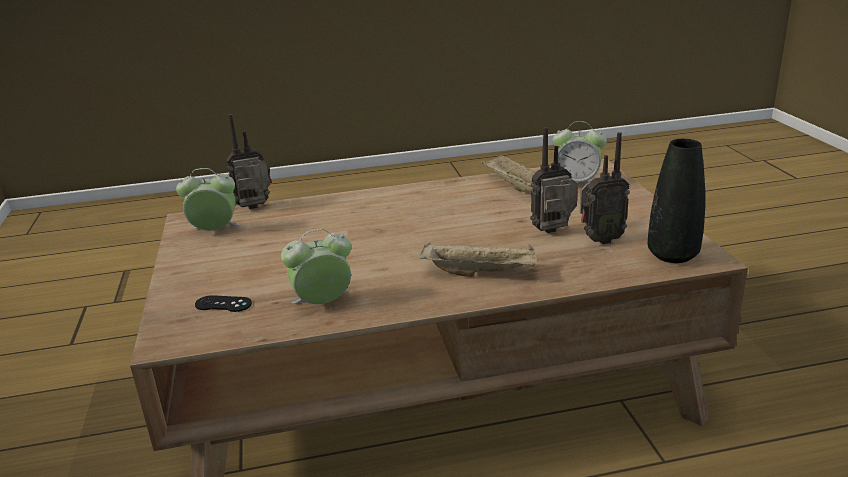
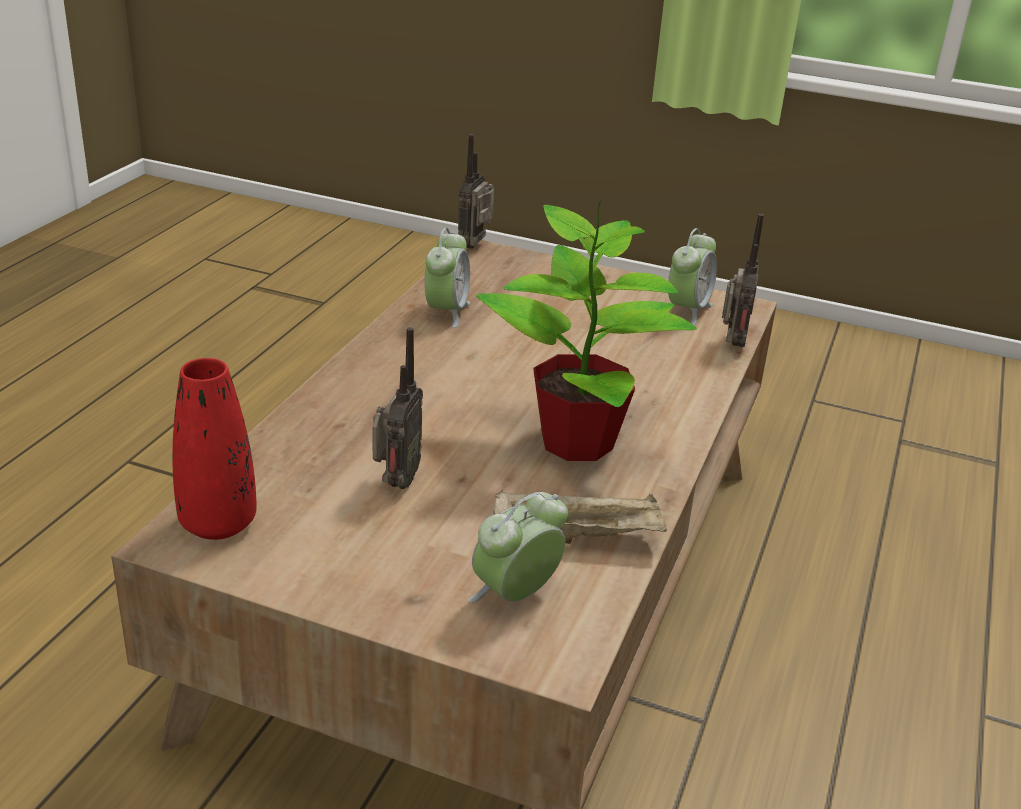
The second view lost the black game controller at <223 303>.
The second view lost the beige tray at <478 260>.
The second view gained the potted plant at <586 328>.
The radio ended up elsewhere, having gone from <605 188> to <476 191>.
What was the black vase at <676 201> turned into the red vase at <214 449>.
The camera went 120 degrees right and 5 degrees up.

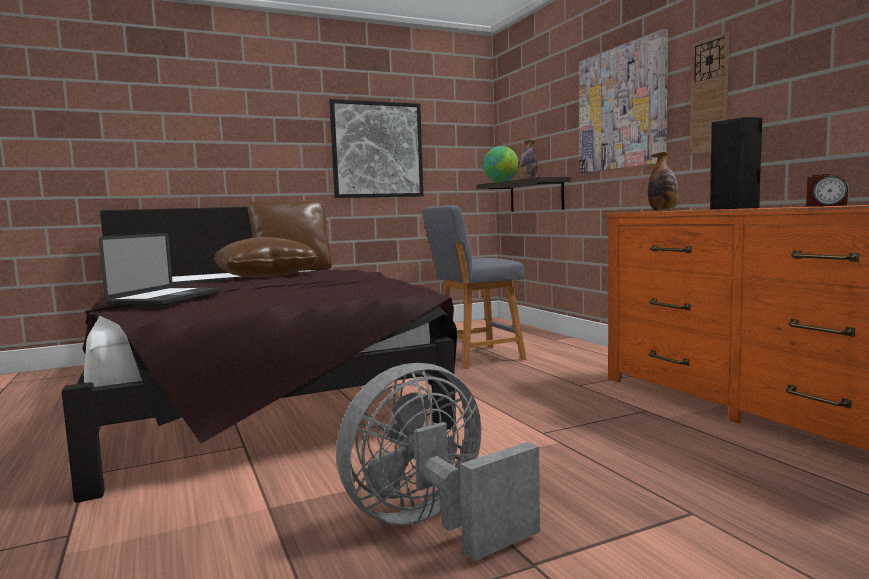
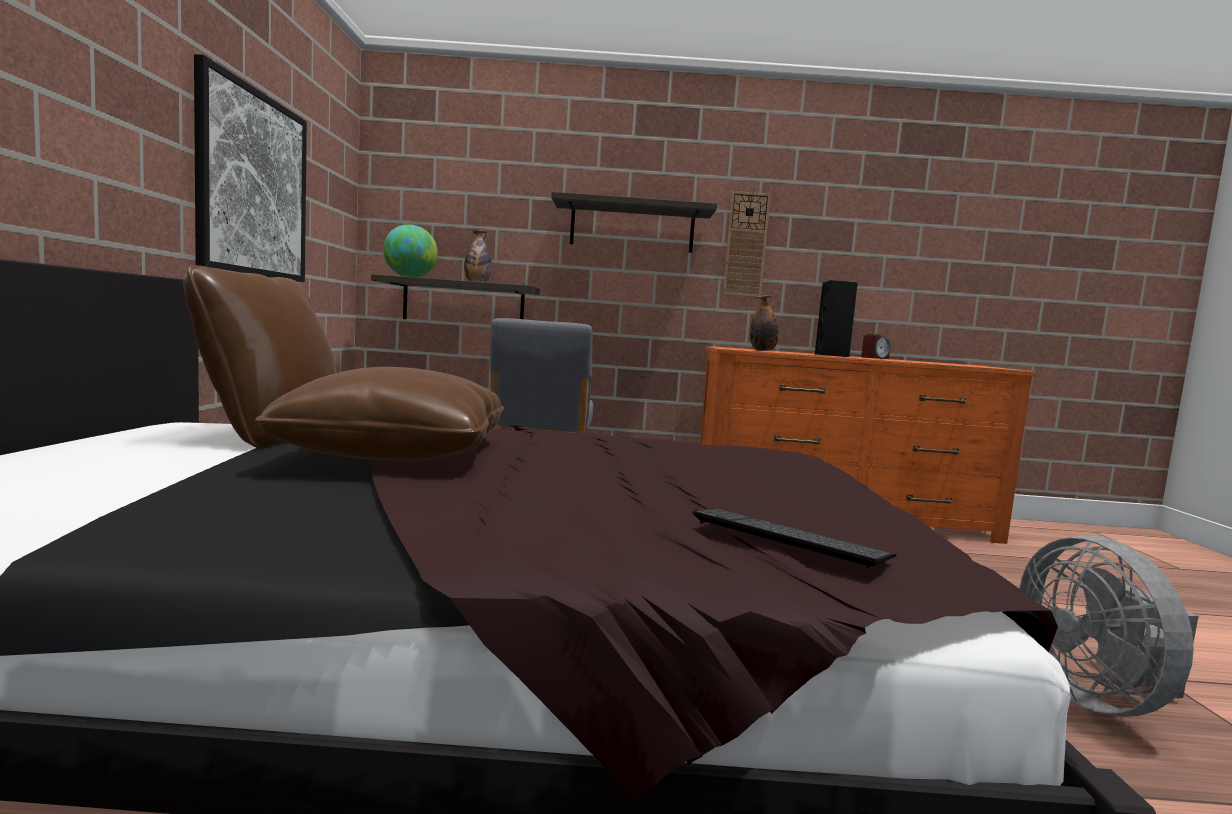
Where the laptop stood at <159 269>, the keyboard came to stand at <795 540>.
Where the picture hung at <623 101>, the shelf came to hang at <634 222>.
The camera went 65 degrees left and 0 degrees up.

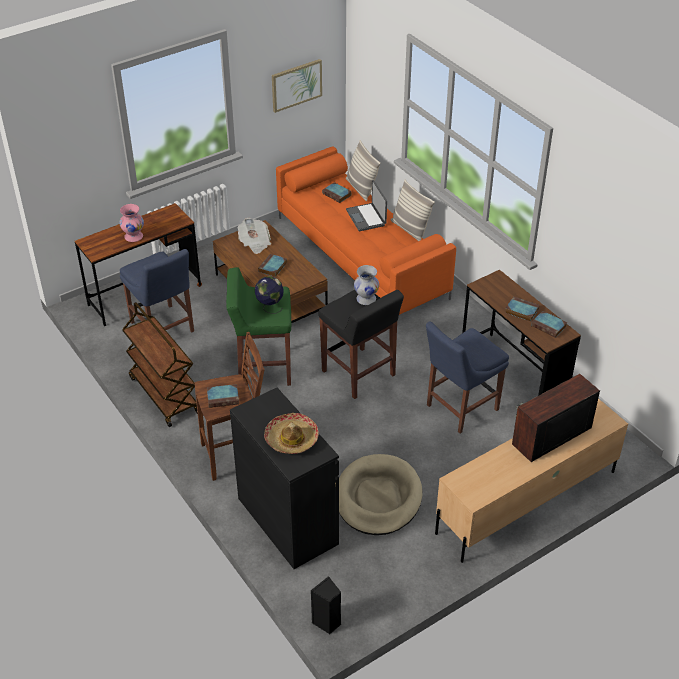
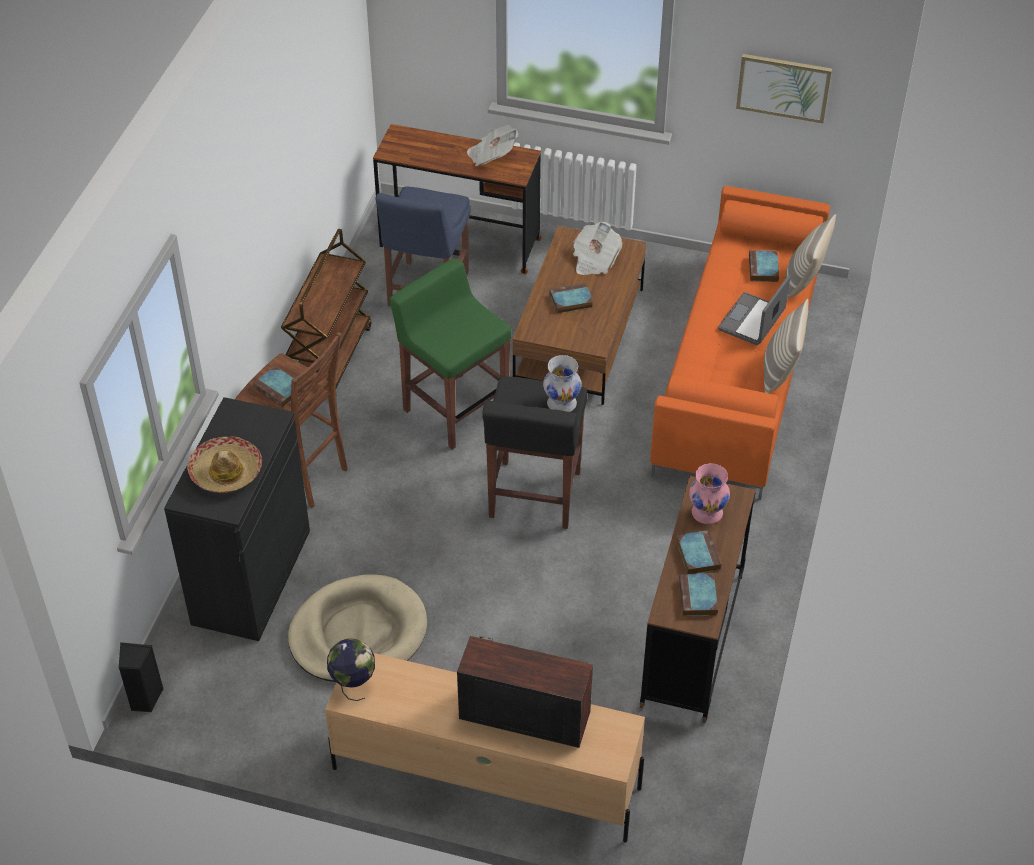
The second view lost the blue chair at <467 377>.
The second view gained the newspaper at <492 145>.
The pink vase ended up elsewhere, having gone from <131 223> to <709 493>.
The globe ended up elsewhere, having gone from <269 294> to <351 669>.
The camera went 50 degrees right and 5 degrees up.

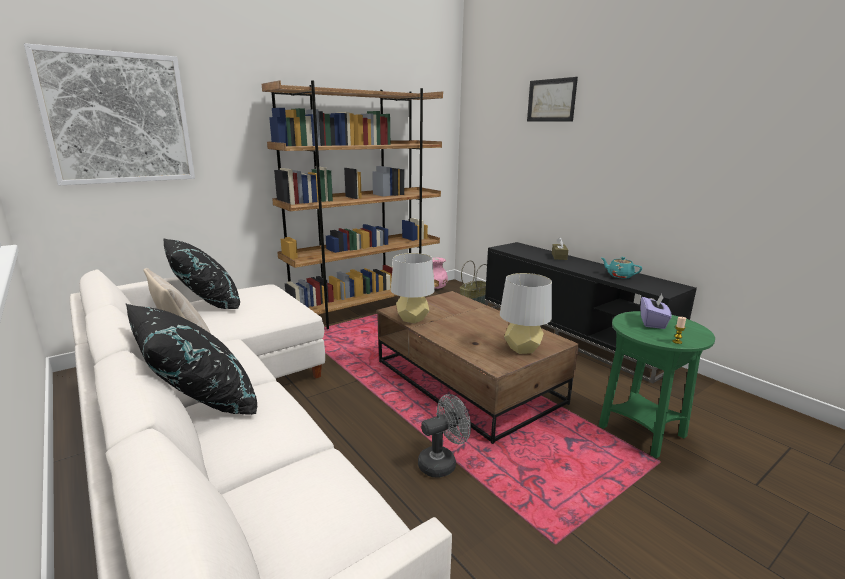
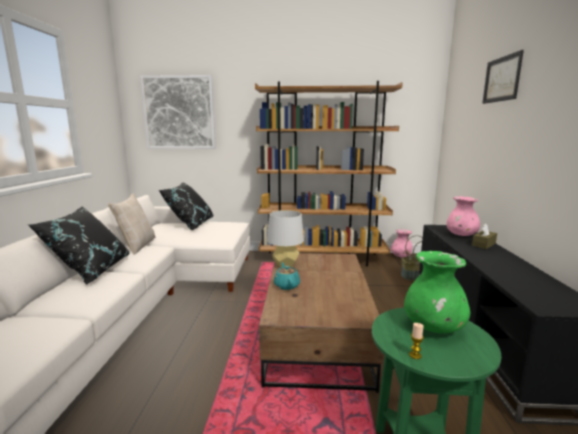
The second view lost the grey fan at <444 435>.
The second view lost the grey table lamp at <526 313>.
The second view gained the pink vase at <463 216>.
The turquoise teapot ended up elsewhere, having gone from <621 268> to <287 276>.
Where the purple tissue box stood at <656 311>, the green vase came to stand at <437 292>.
The camera went 40 degrees right and 5 degrees down.

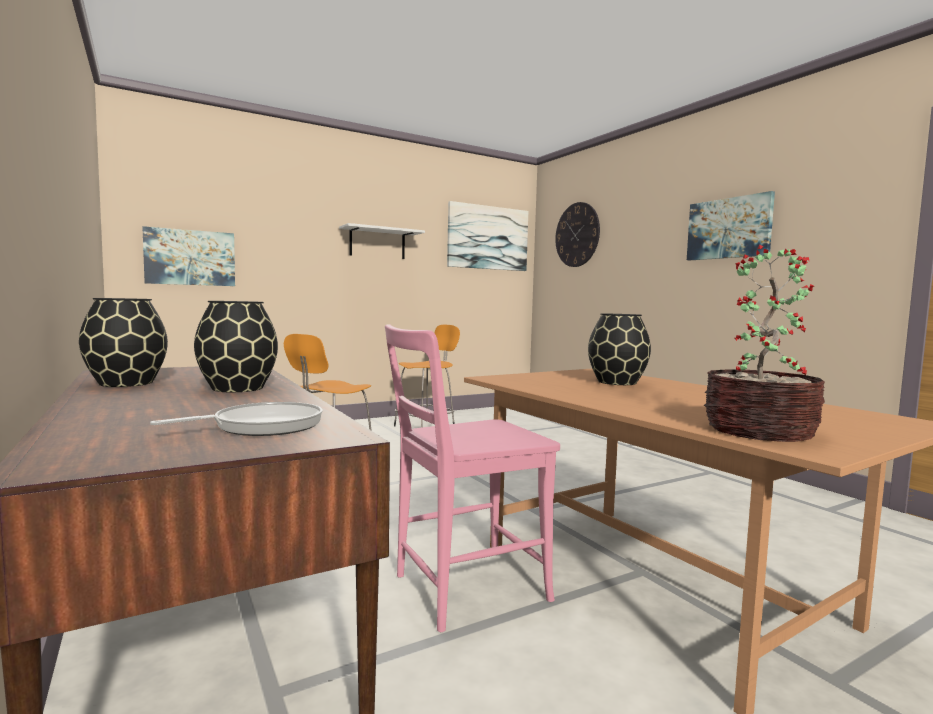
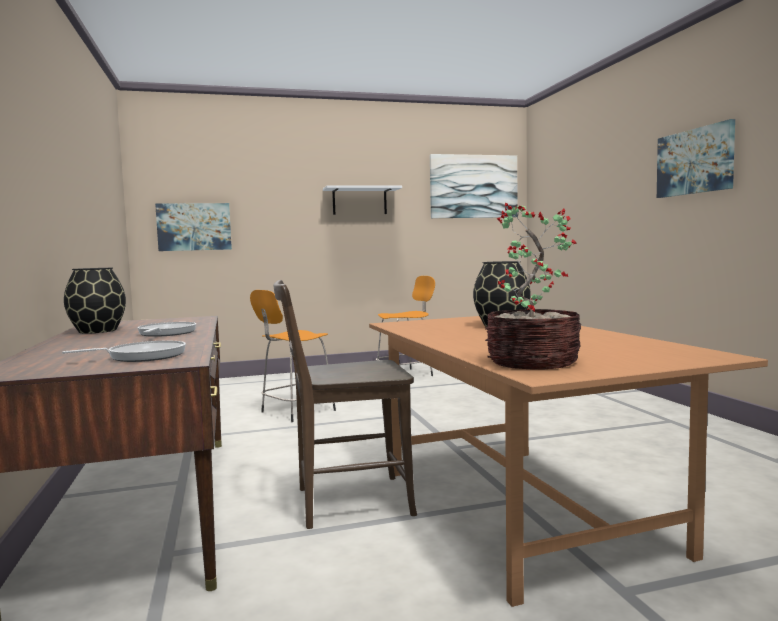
The second view lost the wall clock at <577 234>.
Where the black vase stood at <236 346>, the frying pan came to stand at <166 329>.
What was the pink chair at <472 478> turned into the brown chair at <345 404>.
The camera went 15 degrees right and 0 degrees up.

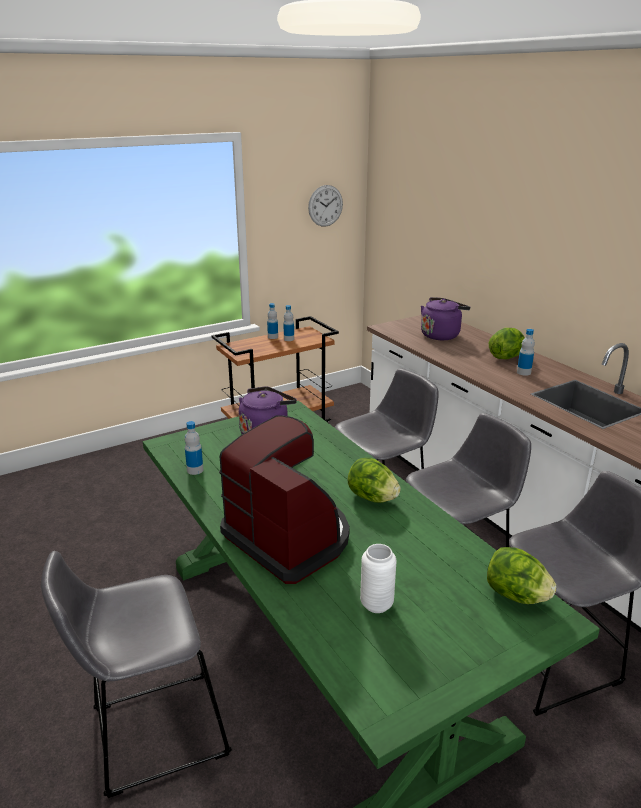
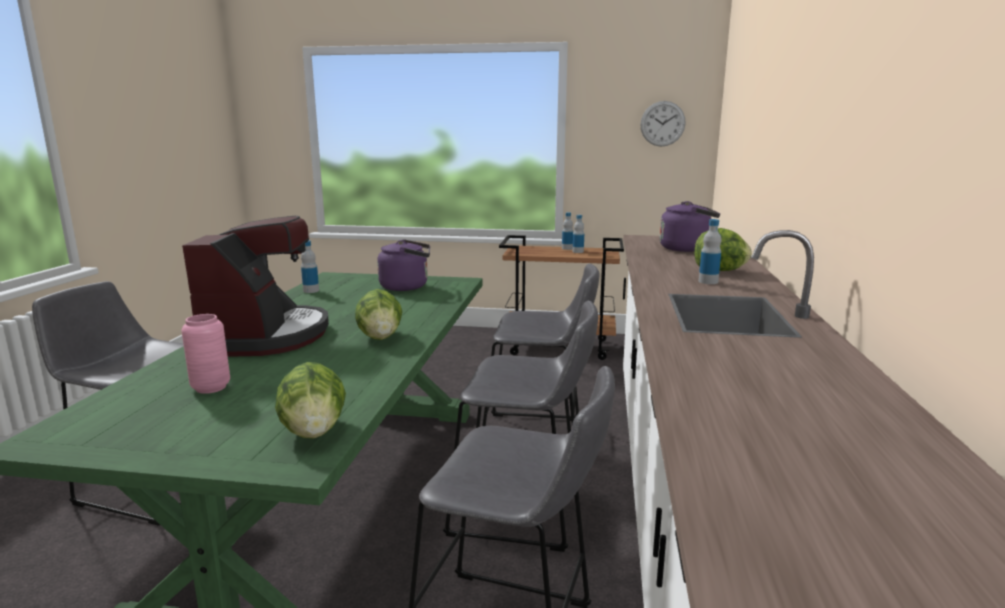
What was the white vase at <378 578> turned into the pink vase at <205 354>.
The camera went 40 degrees right and 10 degrees down.

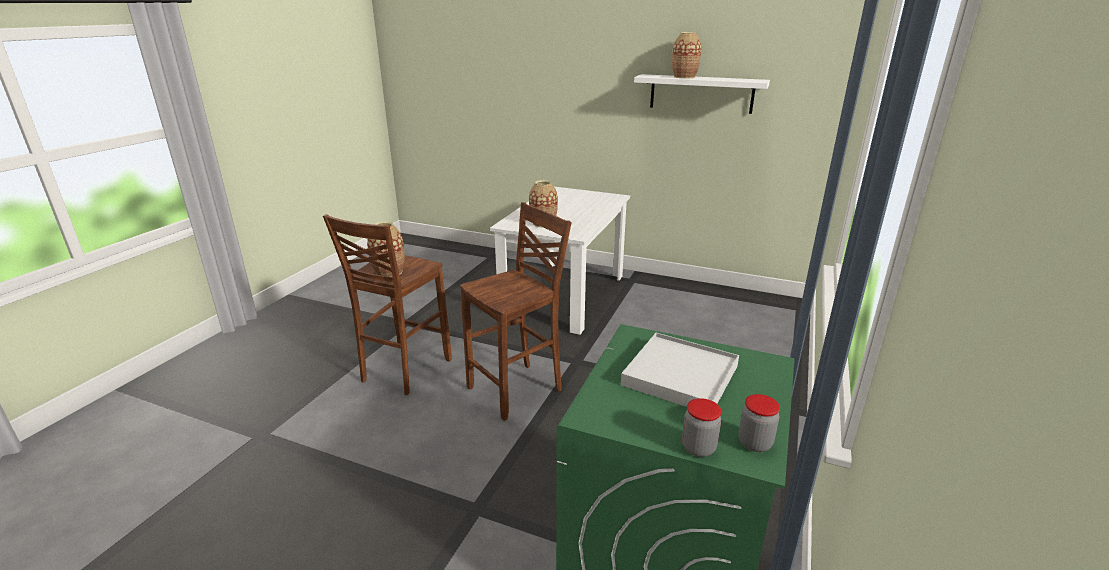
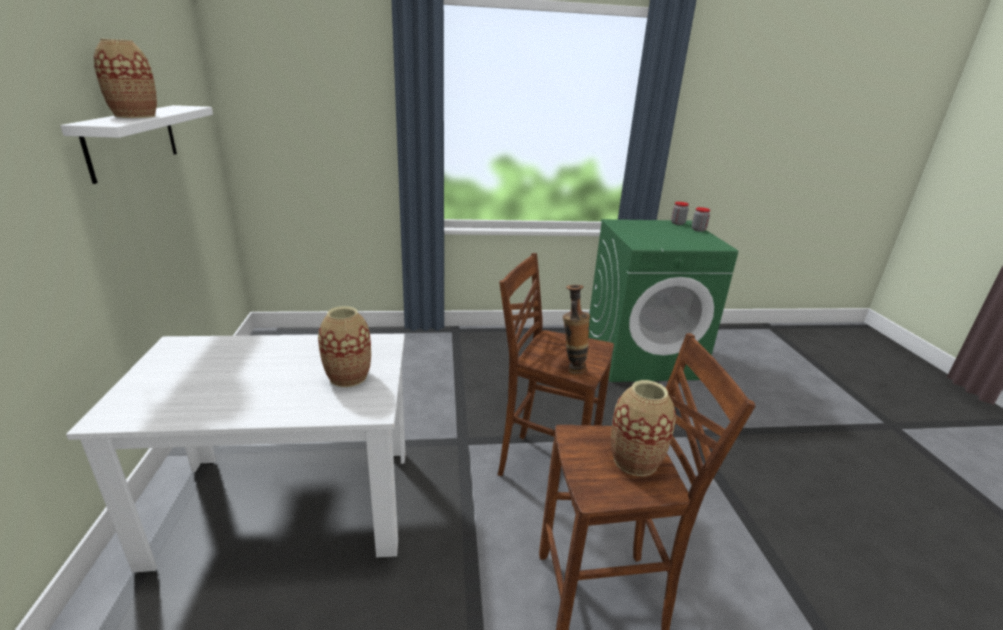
The second view lost the white tray at <680 370>.
The second view gained the vase at <576 330>.
The camera went 120 degrees left and 0 degrees up.

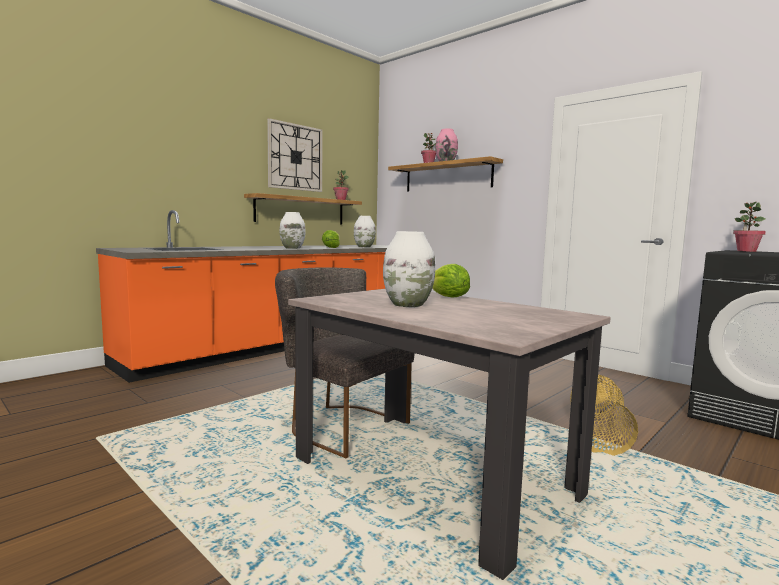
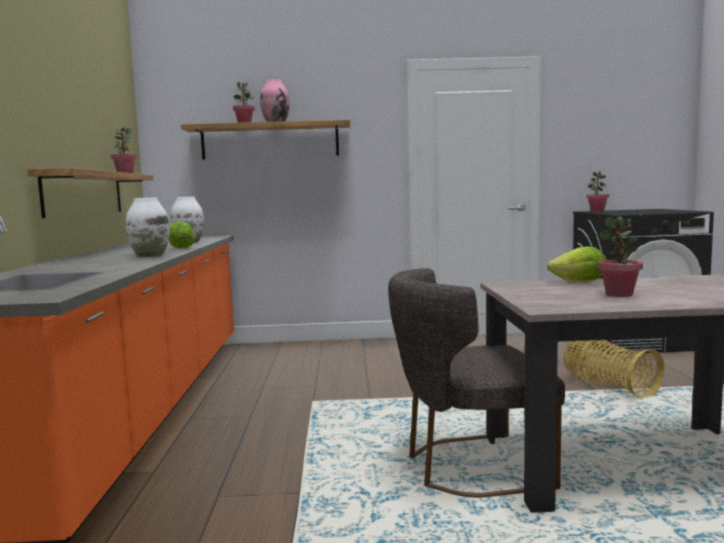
The second view lost the wall clock at <294 155>.
Where the white vase stood at <409 269>, the potted plant came to stand at <620 257>.
The camera went 45 degrees left and 0 degrees up.

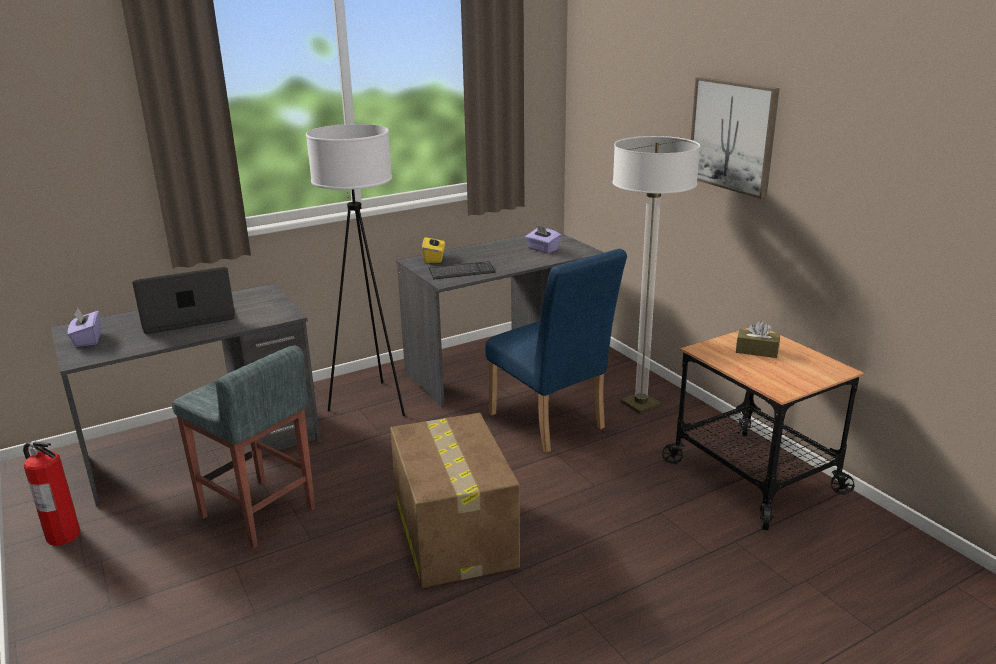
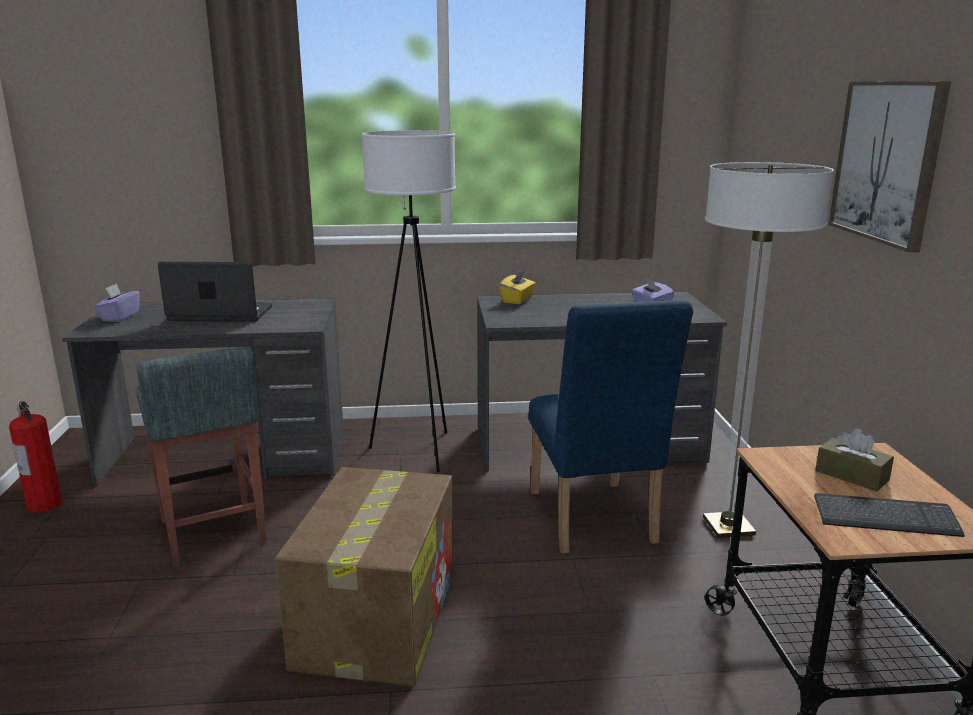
The keyboard ended up elsewhere, having gone from <462 270> to <889 515>.
The camera went 25 degrees right and 5 degrees down.

